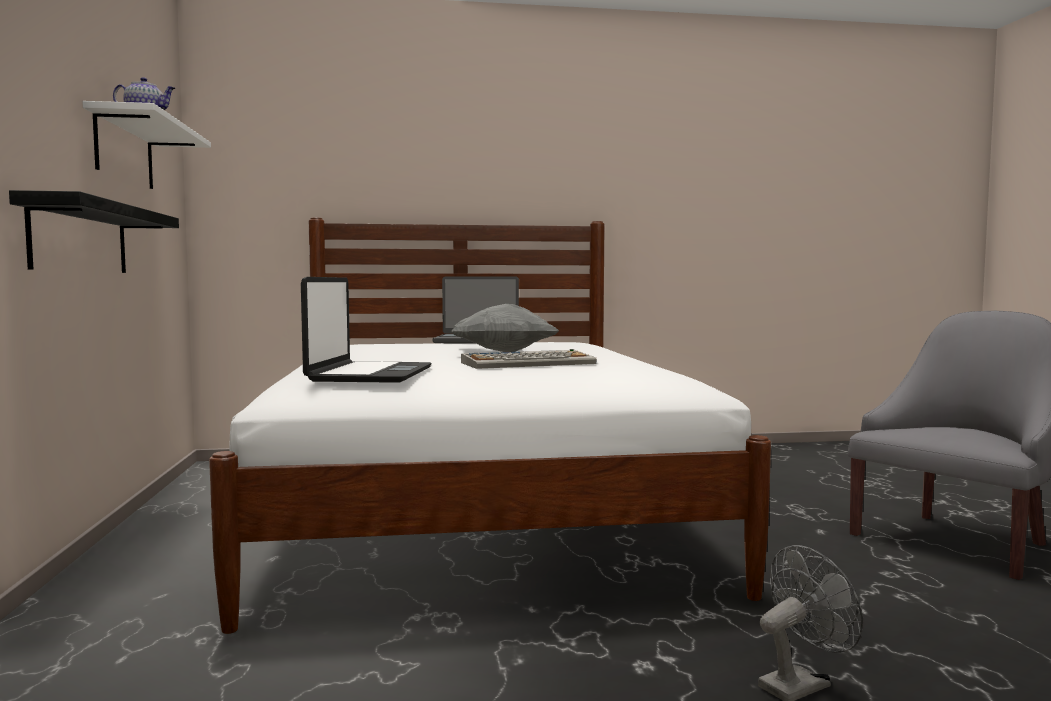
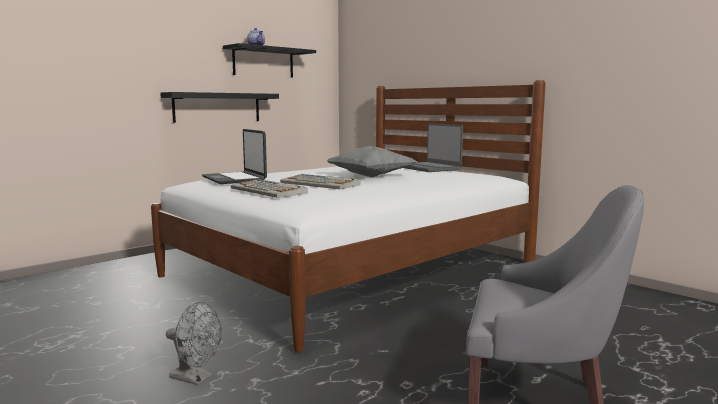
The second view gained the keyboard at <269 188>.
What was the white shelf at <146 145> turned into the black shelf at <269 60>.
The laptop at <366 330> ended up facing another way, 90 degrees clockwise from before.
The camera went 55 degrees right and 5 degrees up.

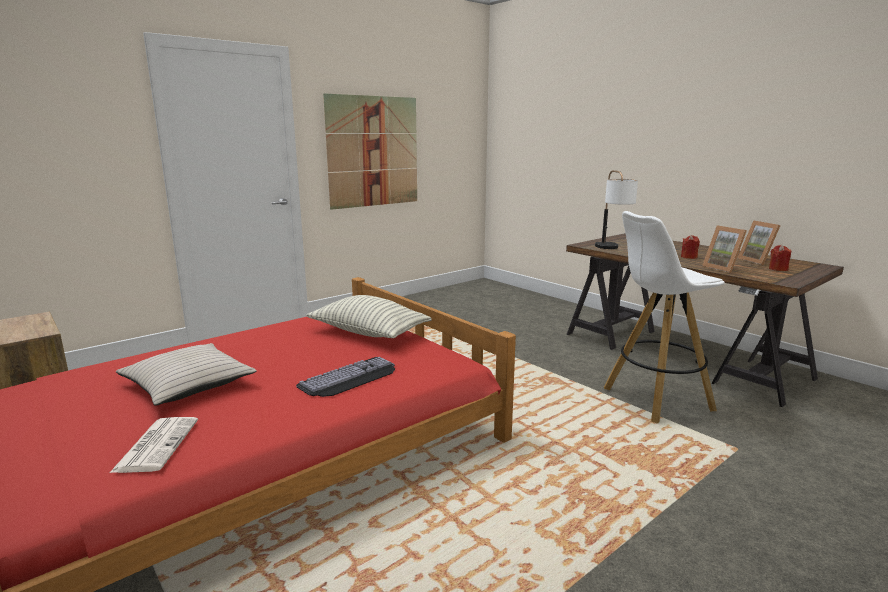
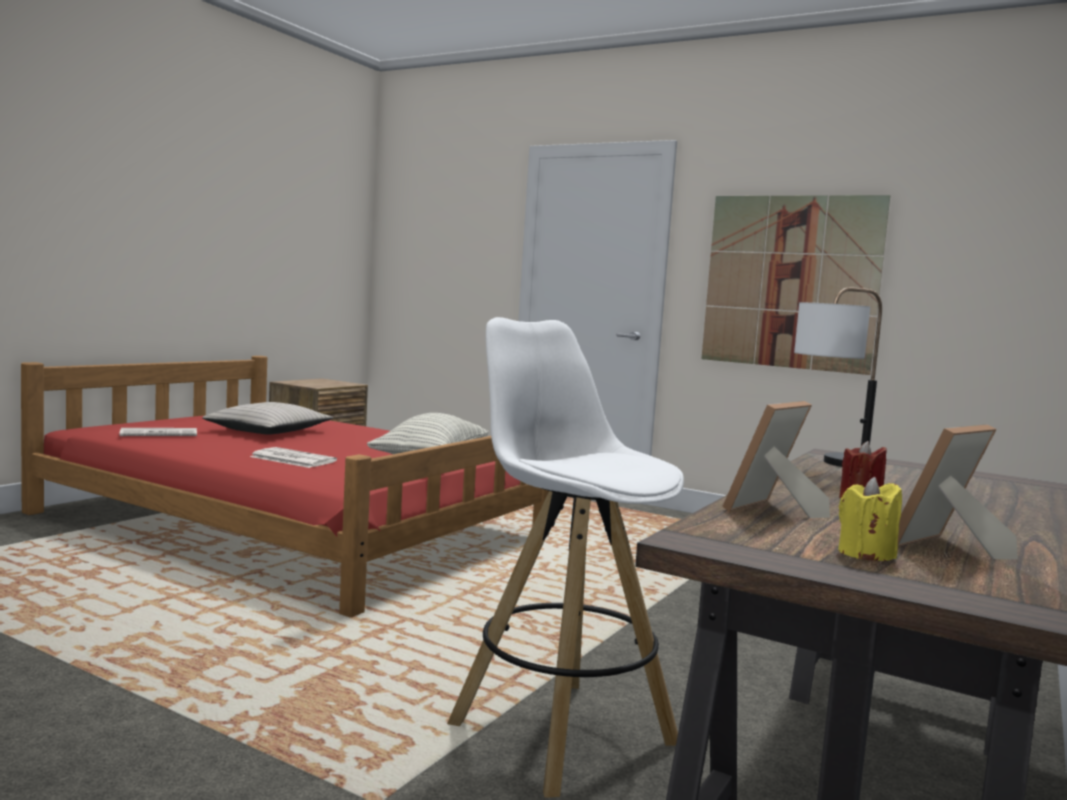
Where the keyboard stood at <345 377>, the newspaper came to stand at <293 457>.
What was the red candle at <780 258> turned into the yellow candle at <870 519>.
The camera went 70 degrees right and 10 degrees down.

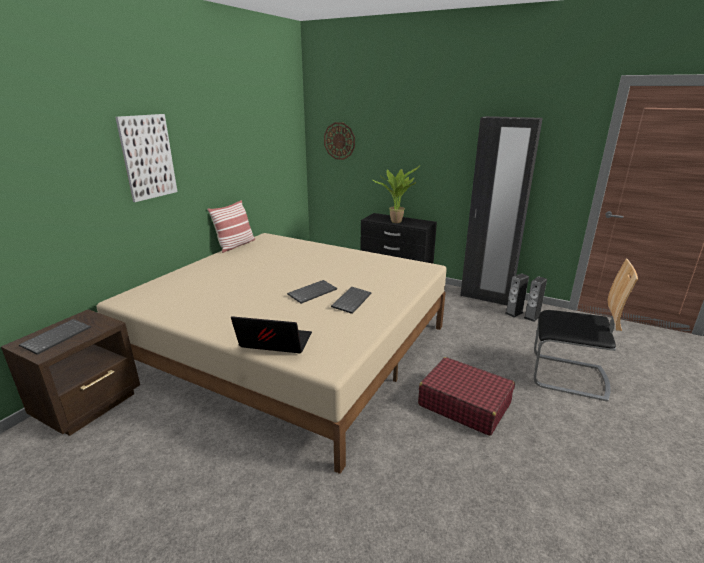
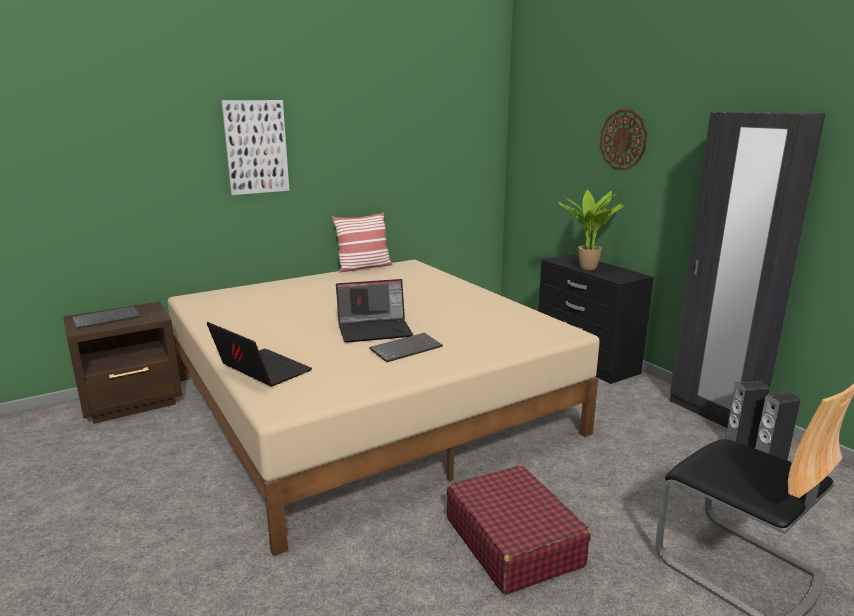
The wall clock ended up elsewhere, having gone from <339 141> to <624 140>.
Where the keyboard stood at <312 292>, the laptop came to stand at <374 311>.
The camera went 30 degrees right and 5 degrees down.

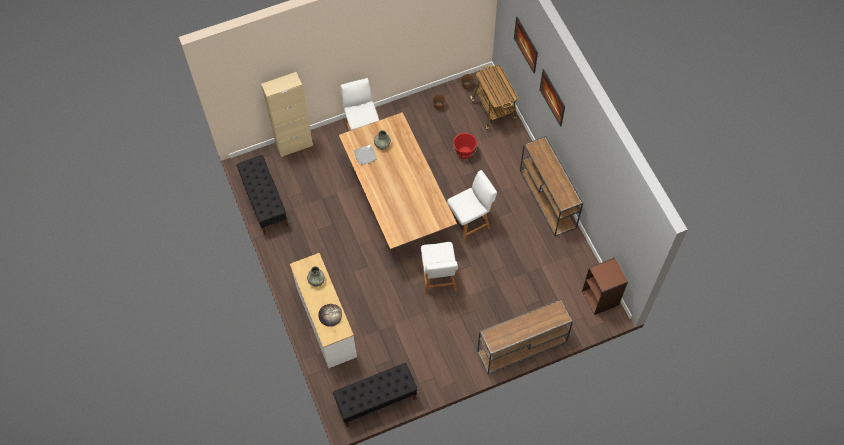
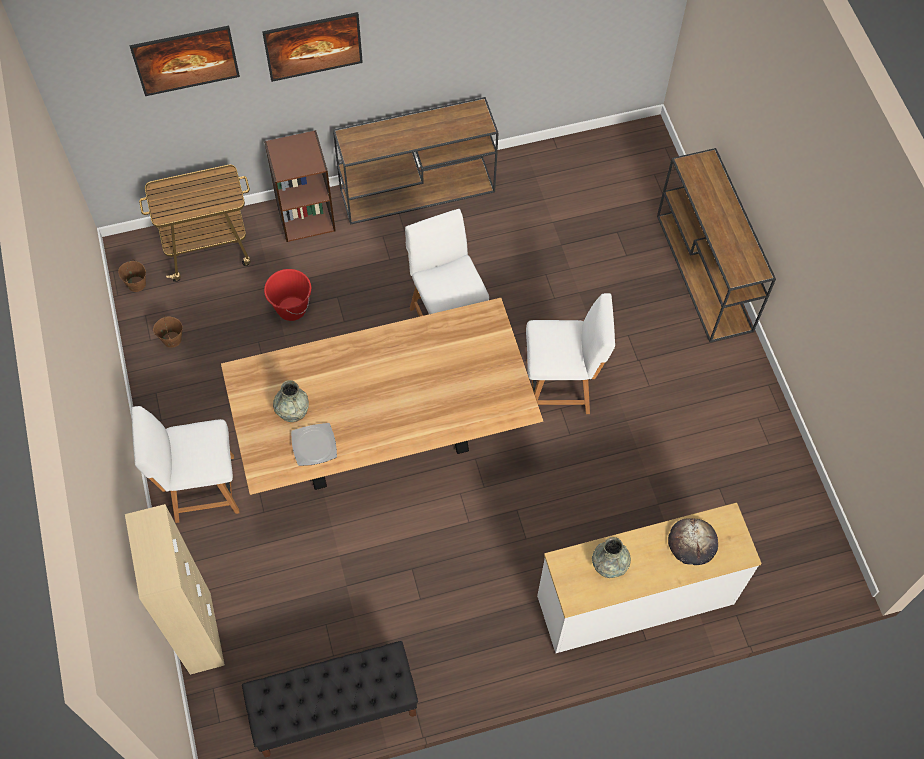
The second view lost the black bench at <375 395>.
The brown bookcase ended up elsewhere, having gone from <605 286> to <300 186>.
The camera went 85 degrees left and 0 degrees up.

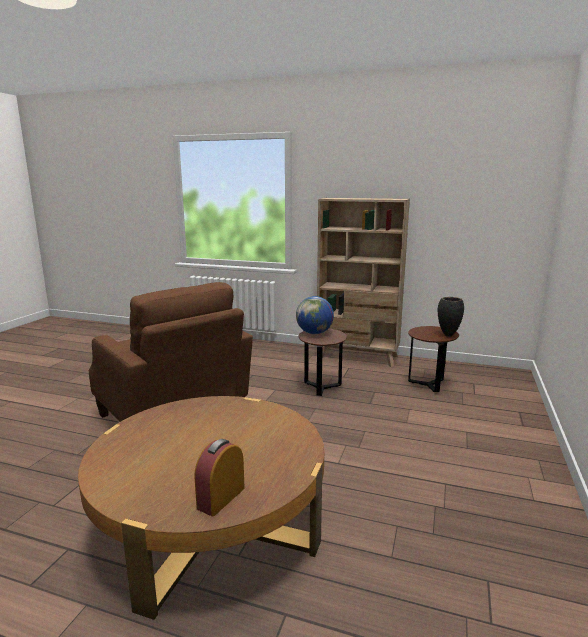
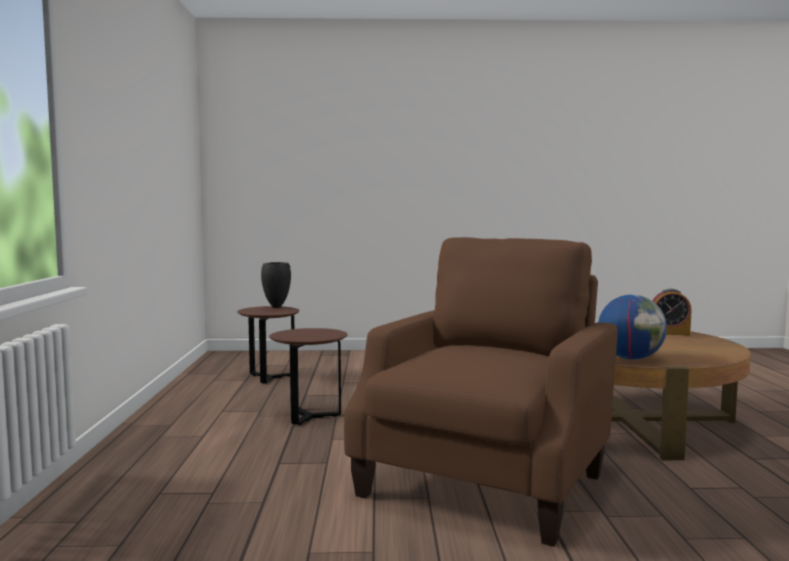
The second view lost the beige bookcase at <363 282>.
The globe ended up elsewhere, having gone from <315 315> to <632 327>.
The camera went 110 degrees left and 10 degrees down.

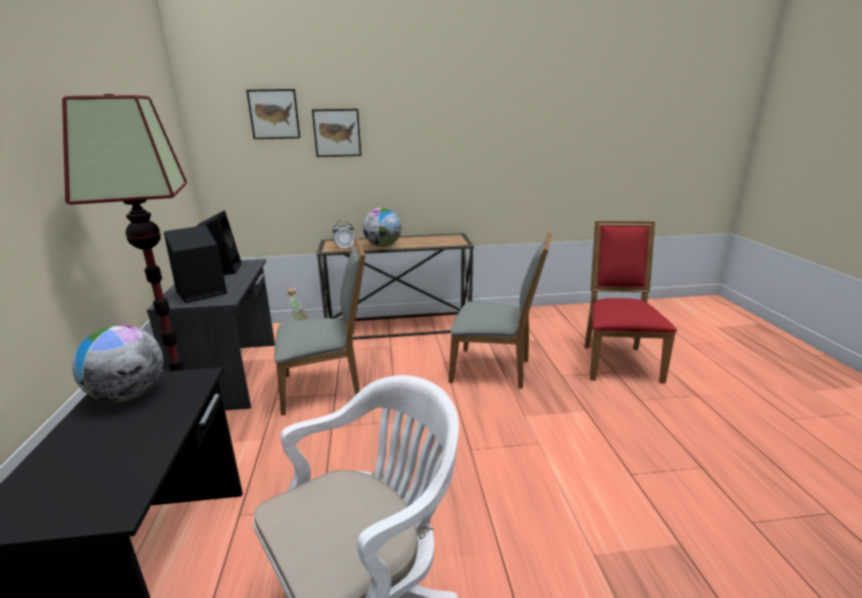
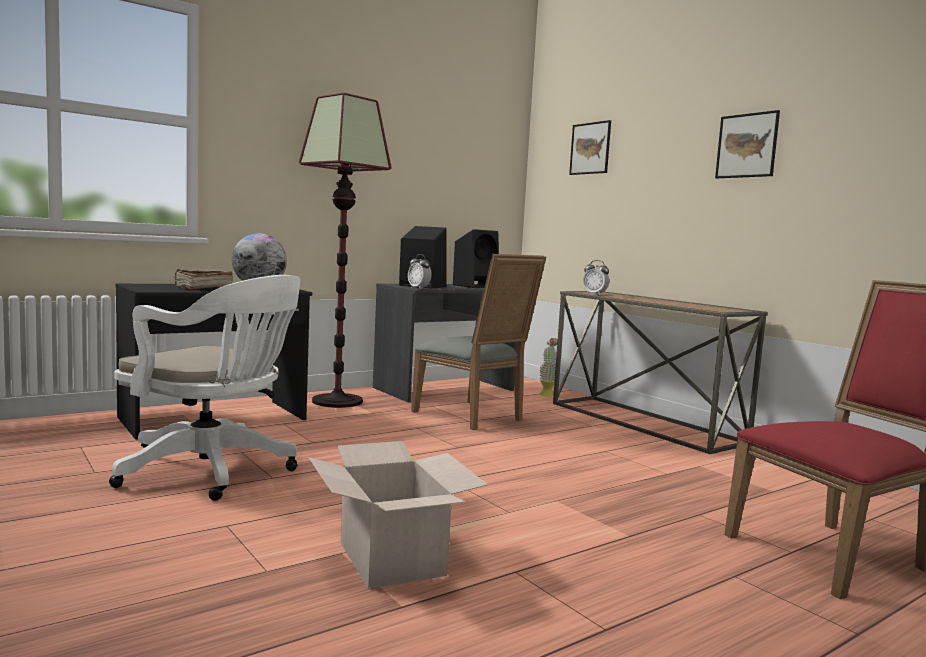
The second view lost the globe at <382 227>.
The second view lost the grey chair at <500 310>.
The second view gained the brown book at <203 279>.
The second view gained the cardboard box at <398 515>.
The second view gained the alarm clock at <420 271>.
The picture ended up elsewhere, having gone from <336 133> to <747 144>.
The camera went 60 degrees right and 15 degrees down.

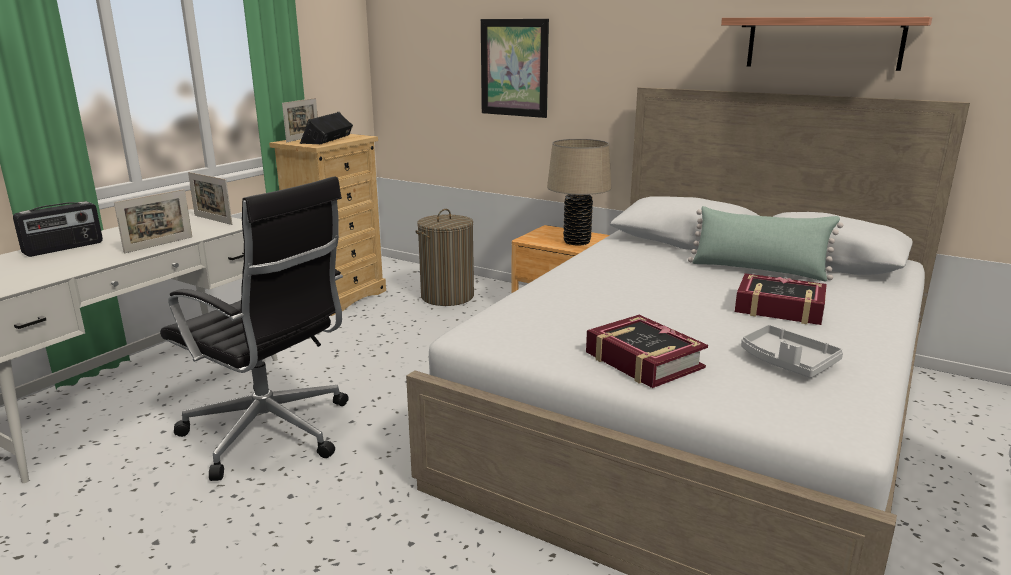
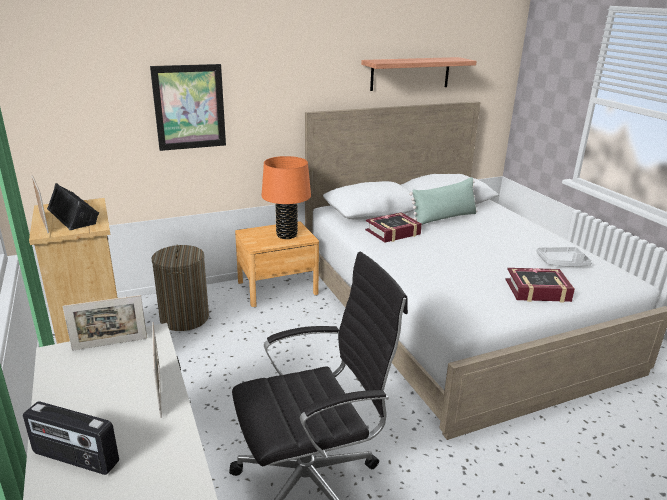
The book ended up elsewhere, having gone from <781 299> to <393 228>.
What was the beige table lamp at <579 192> turned into the orange table lamp at <286 197>.
The radio at <58 229> ended up facing another way, 120 degrees clockwise from before.
The camera went 55 degrees left and 5 degrees up.

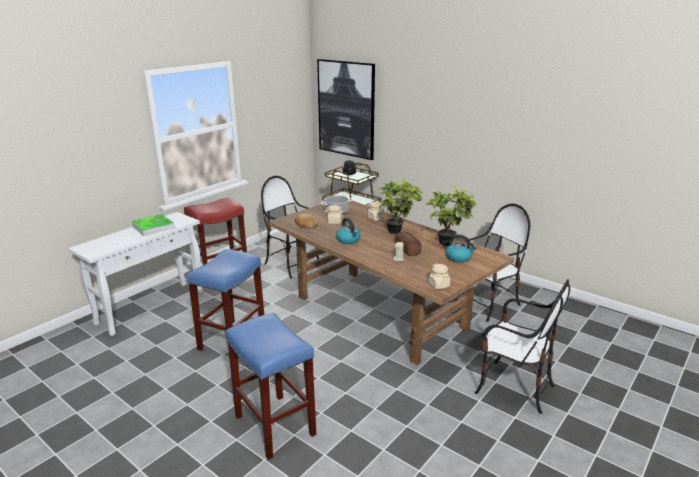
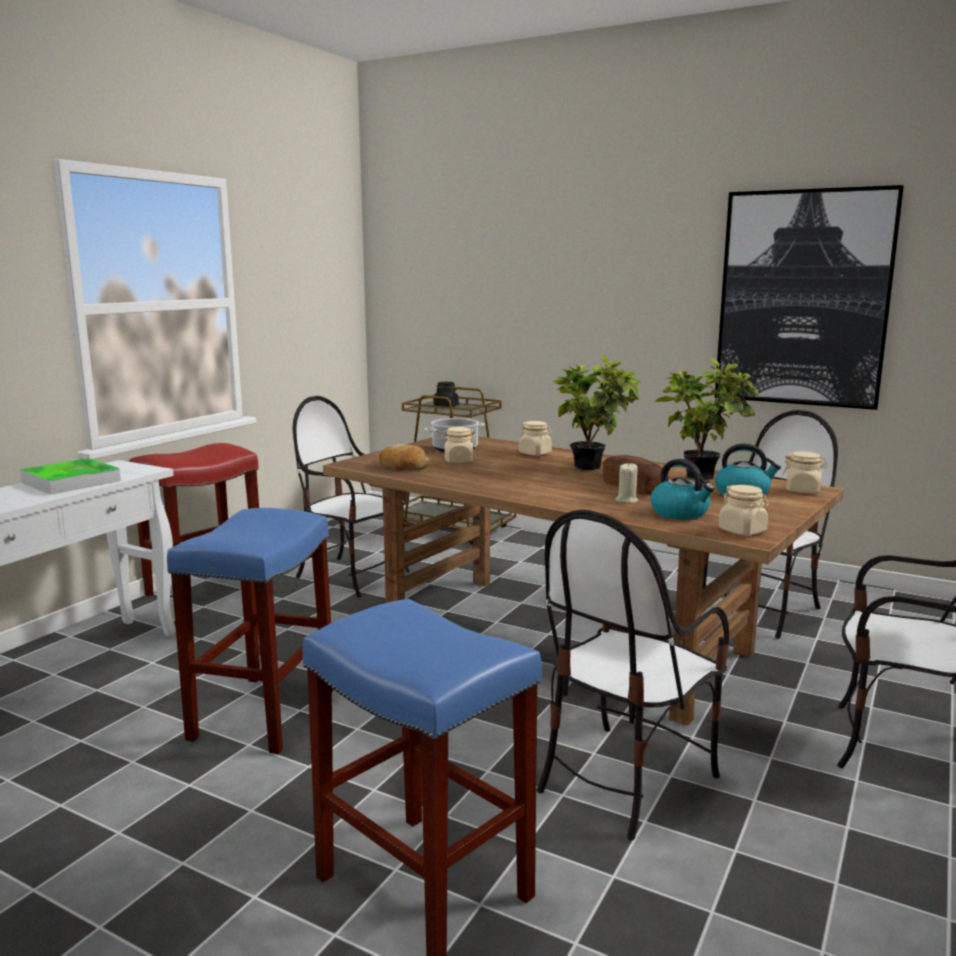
The second view gained the chair at <632 675>.
The second view gained the beige jar at <805 472>.
The picture ended up elsewhere, having gone from <346 109> to <809 297>.
The kettle ended up elsewhere, having gone from <348 231> to <683 489>.
The camera went 10 degrees left and 10 degrees down.

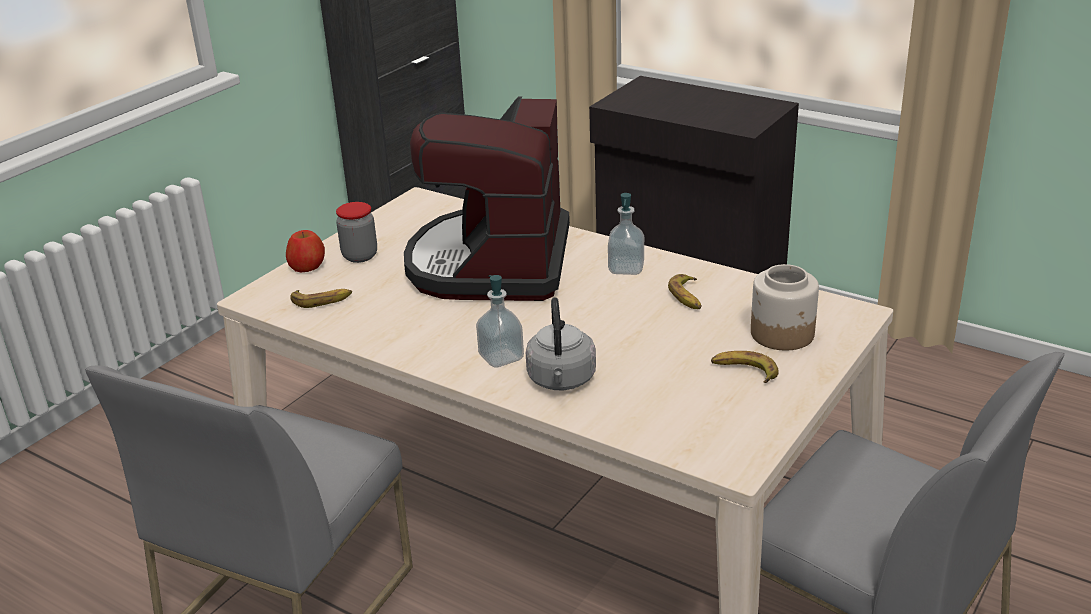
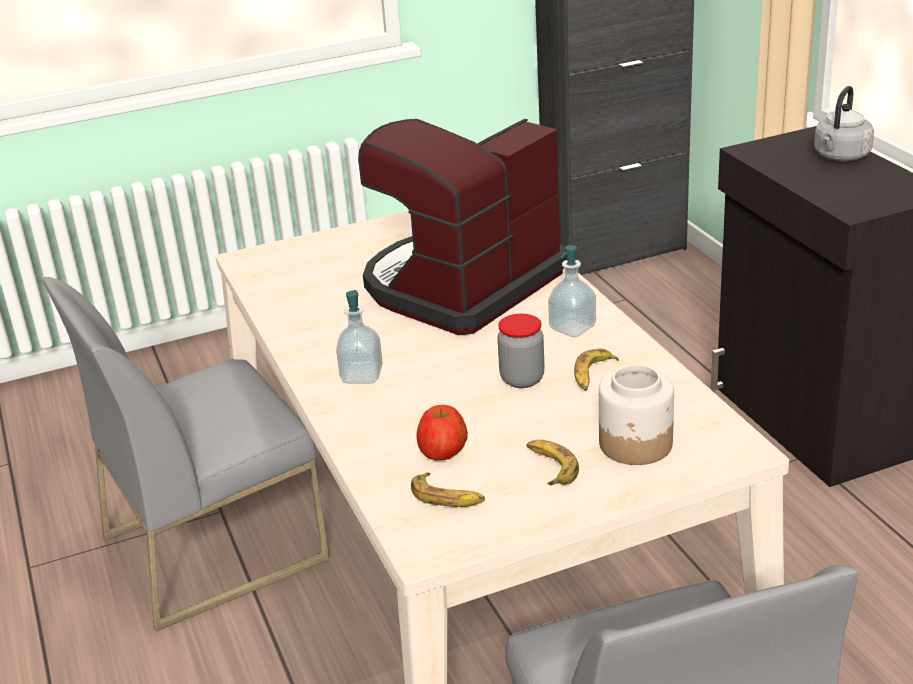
The apple ended up elsewhere, having gone from <305 251> to <442 432>.
The banana ended up elsewhere, having gone from <321 298> to <448 490>.
The jar ended up elsewhere, having gone from <356 232> to <521 351>.
The grey kettle ended up elsewhere, having gone from <561 343> to <844 123>.
The camera went 35 degrees right and 0 degrees up.

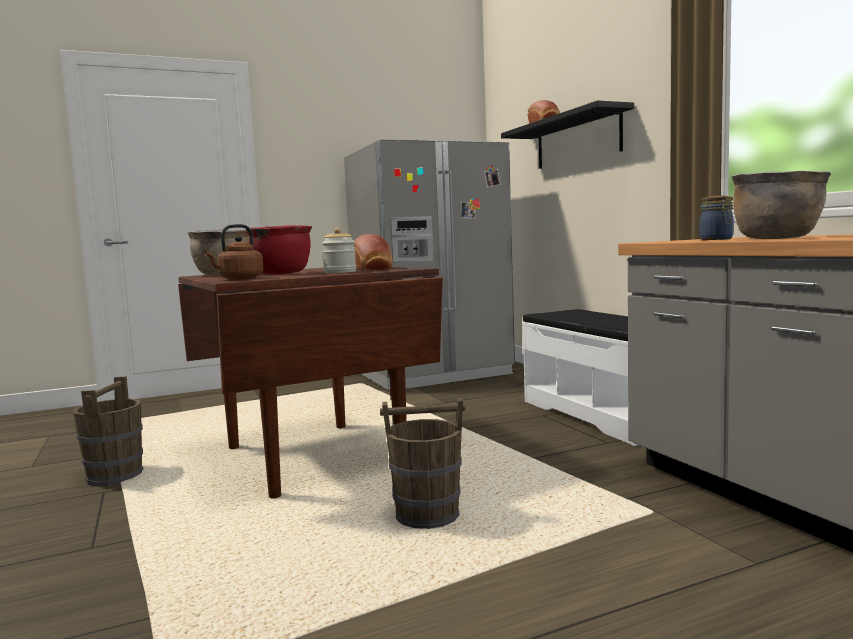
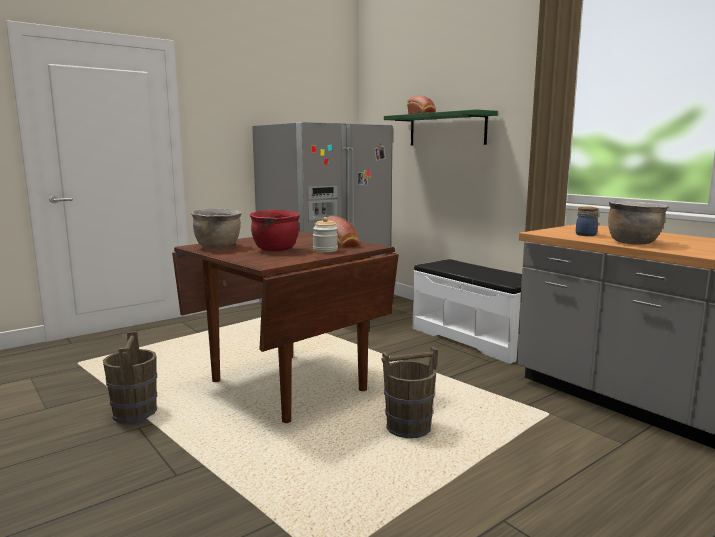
The second view lost the brown kettle at <233 252>.
What was the black shelf at <567 134> turned into the green shelf at <441 127>.
The camera went 15 degrees left and 5 degrees up.

